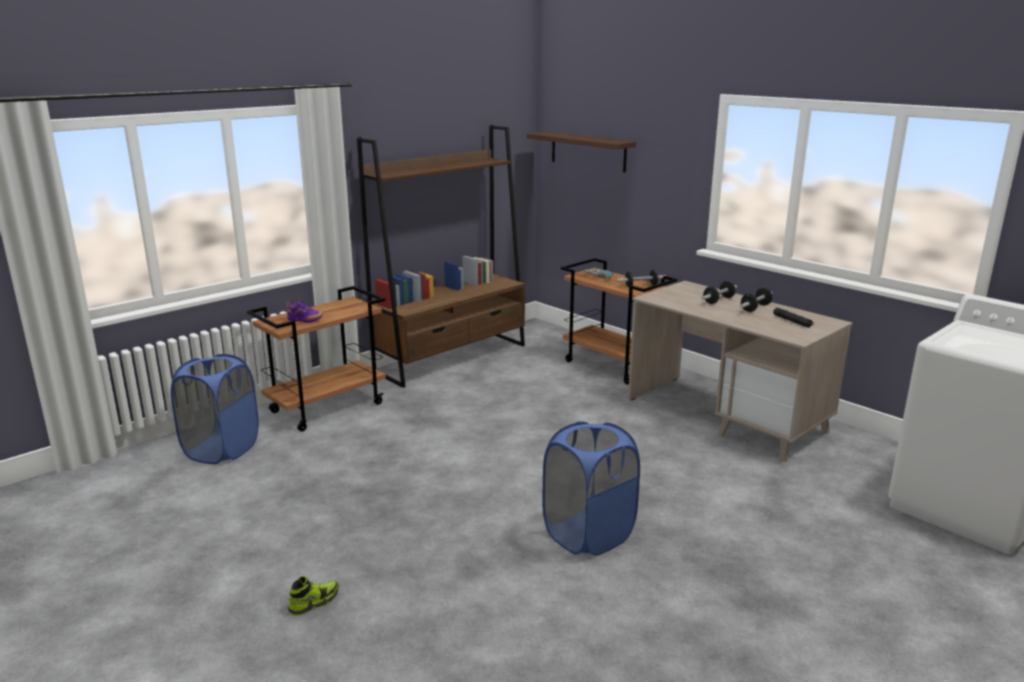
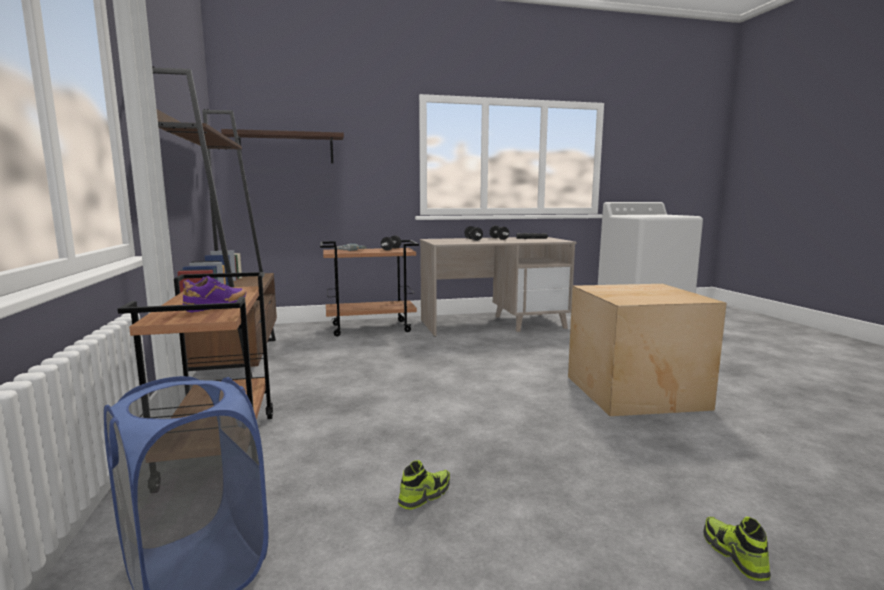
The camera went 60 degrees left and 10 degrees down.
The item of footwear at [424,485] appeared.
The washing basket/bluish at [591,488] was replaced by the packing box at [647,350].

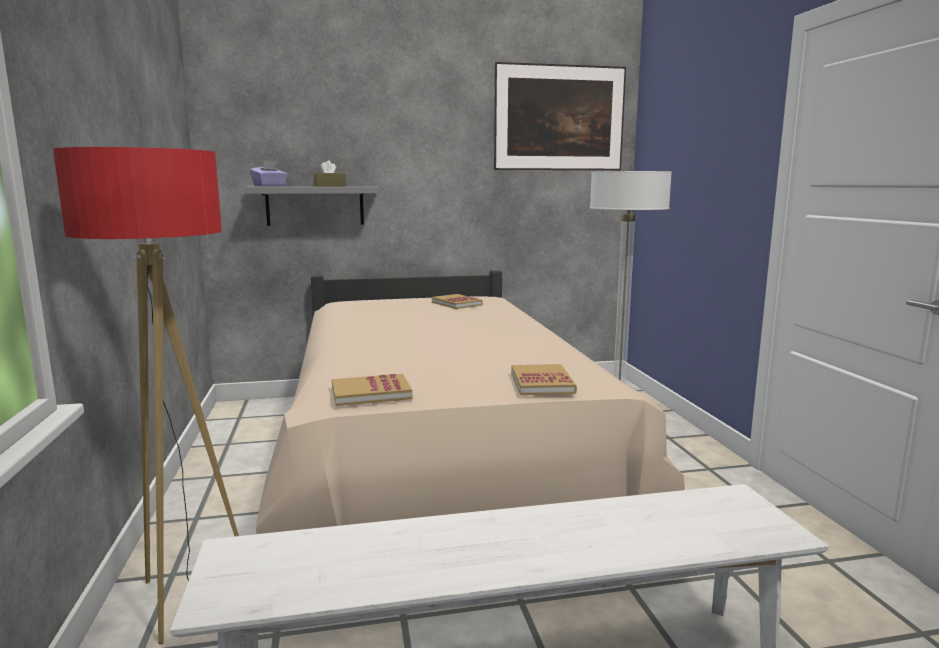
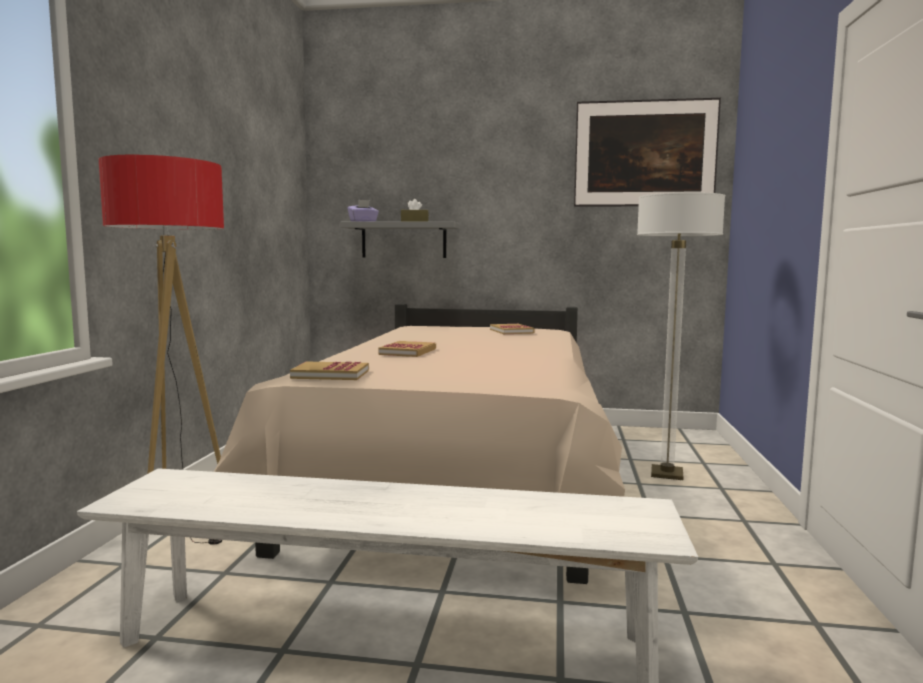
The camera went 20 degrees right and 5 degrees down.
The volume moved from [544,379] to [407,349].

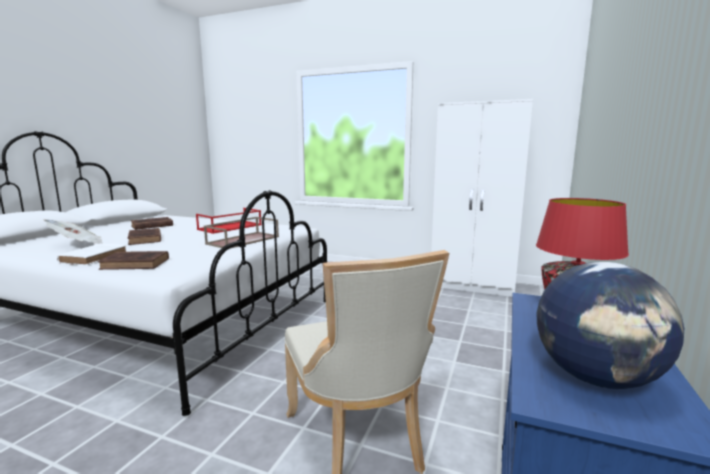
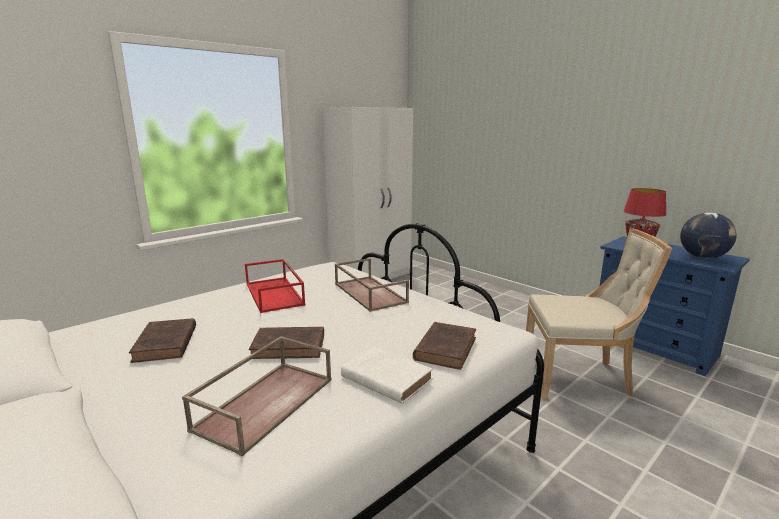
The camera went 65 degrees left and 5 degrees up.
The printed paper at [73,231] was replaced by the tray/brownish at [257,396].

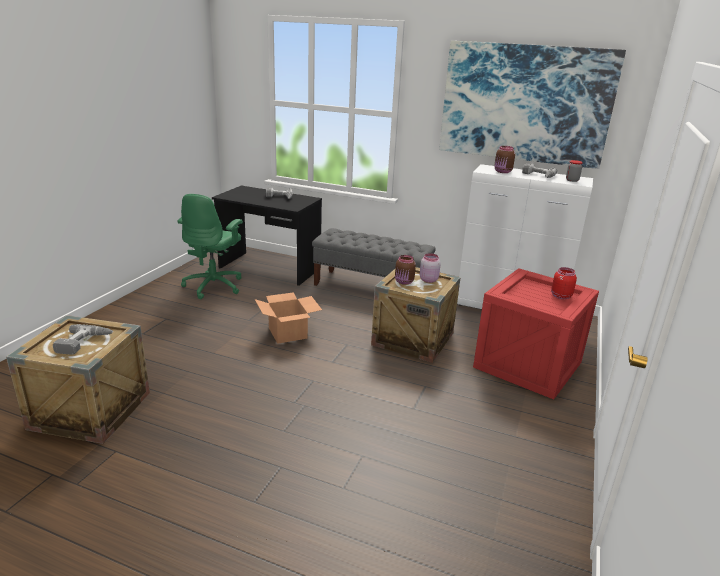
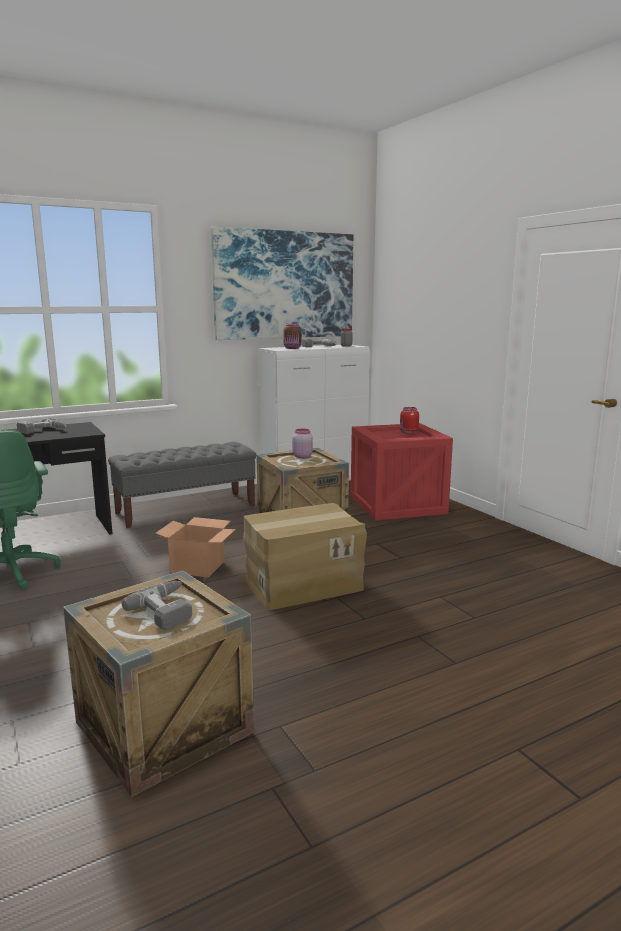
The camera went 50 degrees left and 10 degrees down.
The jar/brownish at [405,270] disappeared.
The packing box at [305,556] appeared.

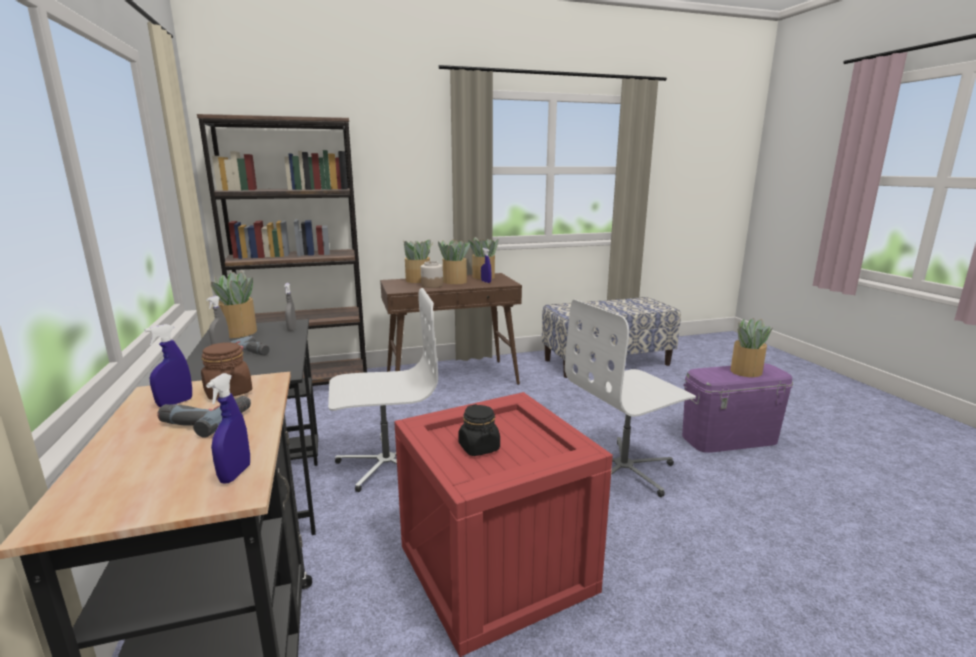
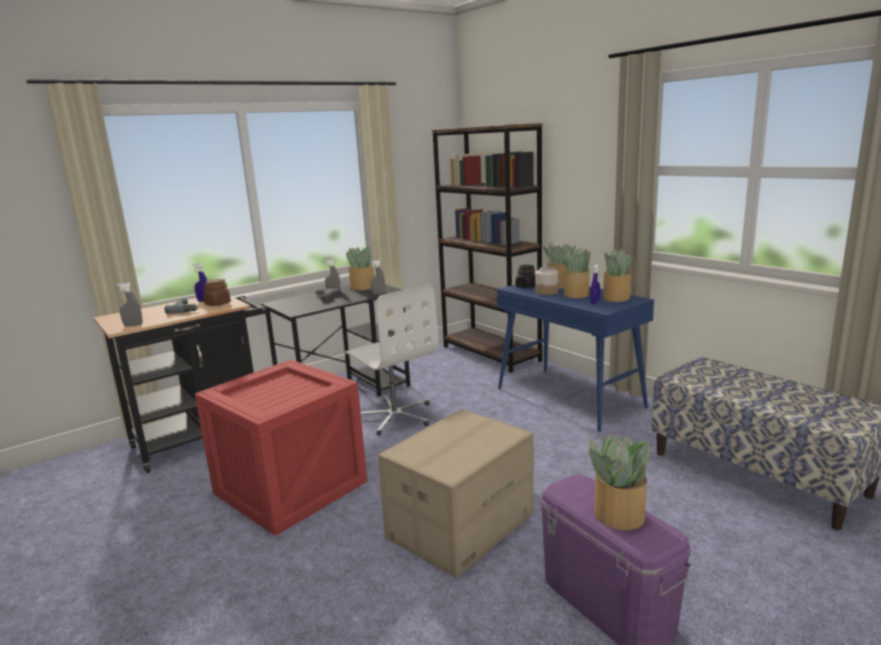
The camera went 70 degrees right and 0 degrees up.
The jar/blackish moved from [479,430] to [525,276].
The office chair/white-coloured at [630,398] was replaced by the packing box at [456,493].
The hand sprayer/bluish at [228,428] became the hand sprayer/greyish at [129,304].
The narrow table/brownish at [451,329] became the narrow table/bluish at [575,358].

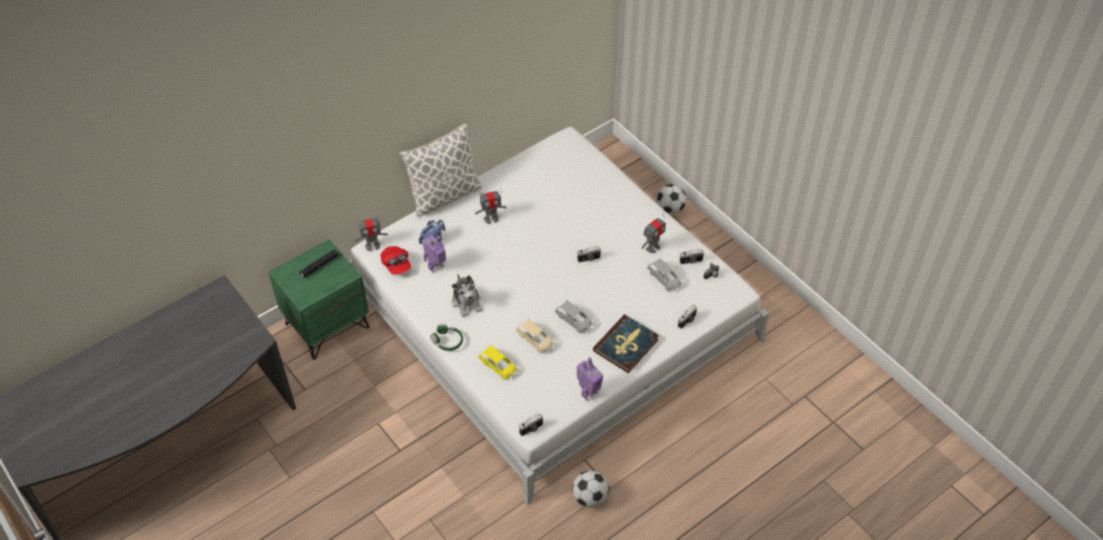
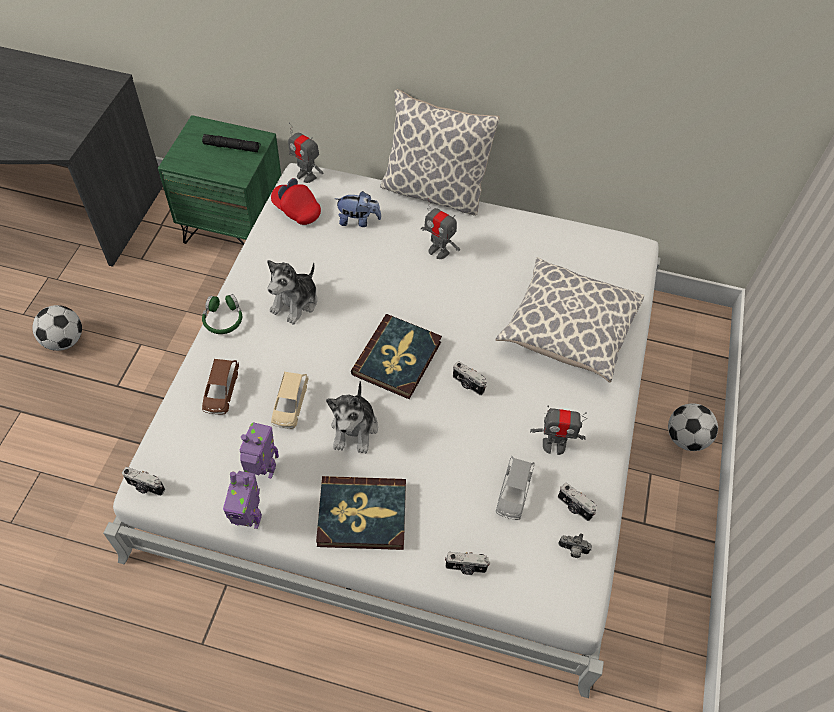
The camera went 50 degrees right and 5 degrees up.
The volume at [396,356] appeared.
The pillow at [570,320] appeared.
The model robot moved from [434,254] to [259,450].
The football moved from [590,489] to [57,328].
The model car/greyish at [573,316] was replaced by the cuddly toy at [352,417].
The model car/yellowish at [497,362] became the model car/brownish at [220,386].
The peaked cap/red-coloured at [396,260] turned 105 degrees clockwise.

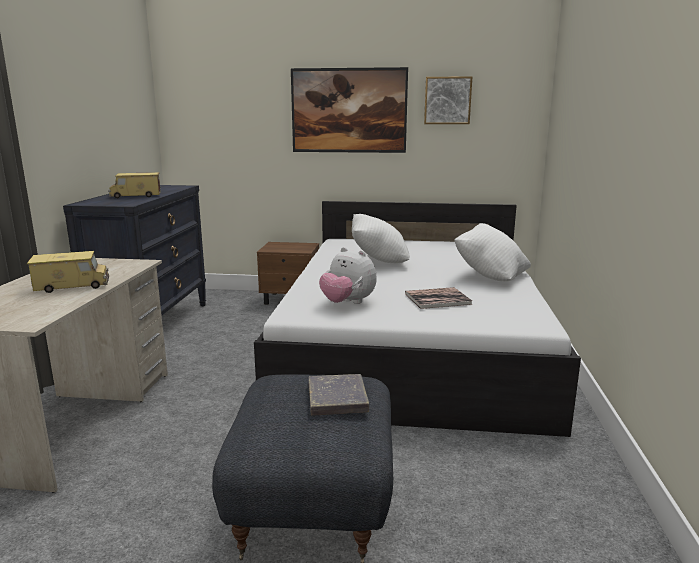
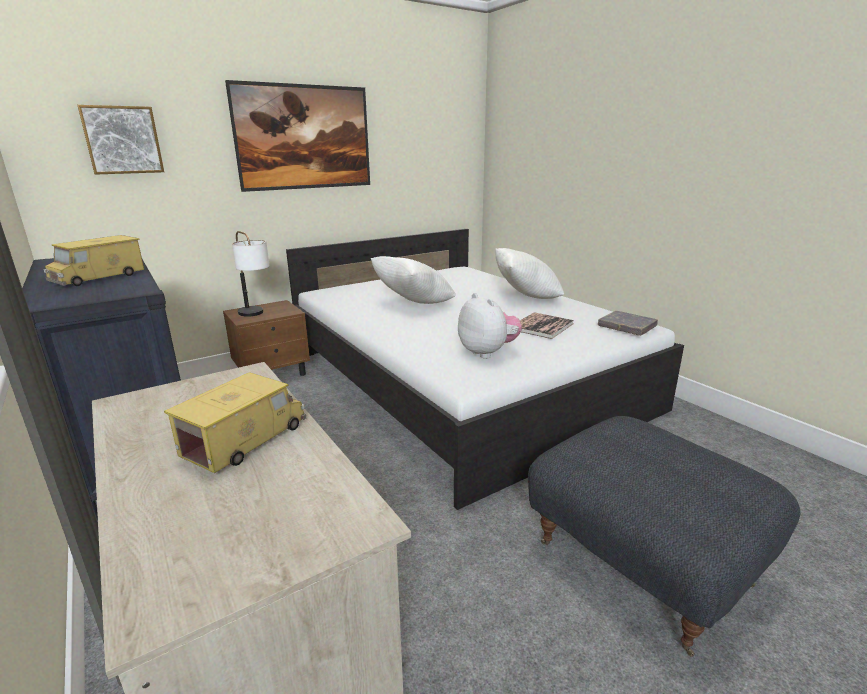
The camera went 40 degrees left and 5 degrees up.
The lamp for a table at [251,274] appeared.
The volume/greyish moved from [338,394] to [628,323].
The wall art moved from [448,100] to [120,140].
The cuddly toy at [347,275] turned 120 degrees counterclockwise.

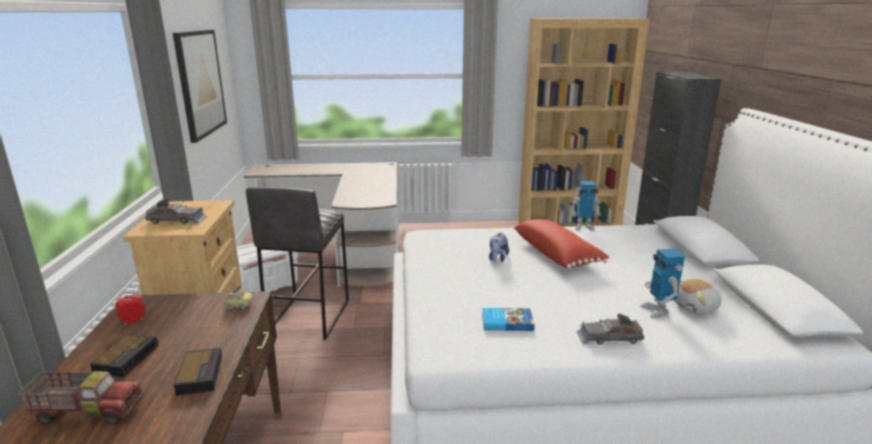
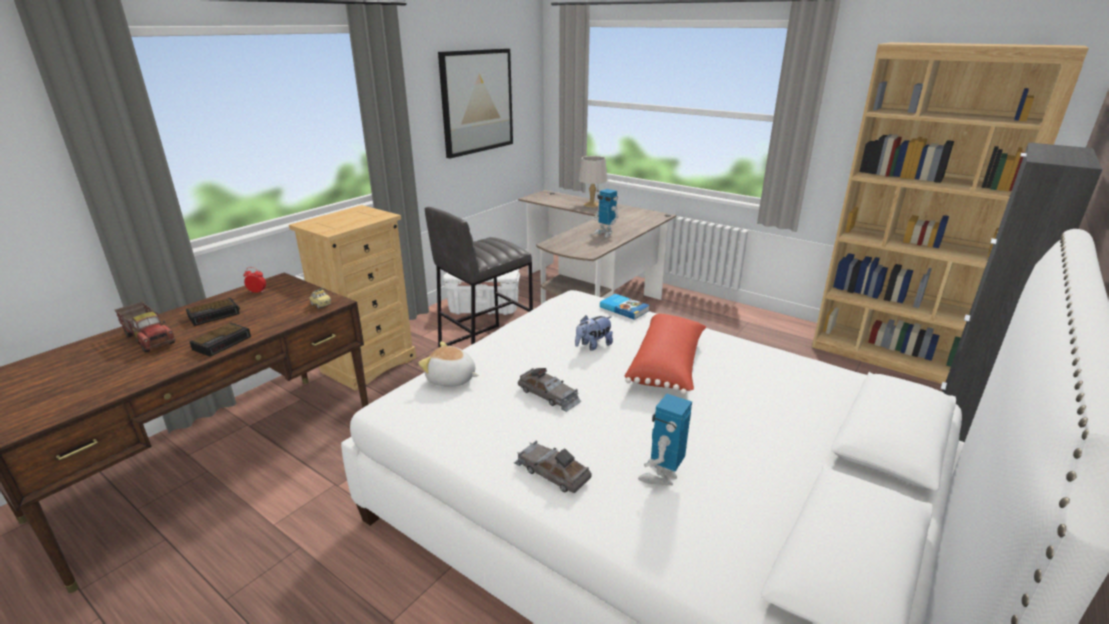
The camera went 40 degrees right and 5 degrees up.
The lamp for a table/greyish at [593,181] appeared.
The model car/greyish moved from [176,211] to [550,390].
The volume moved from [508,319] to [625,307].
The model robot moved from [586,206] to [606,213].
The cuddly toy moved from [698,296] to [448,364].

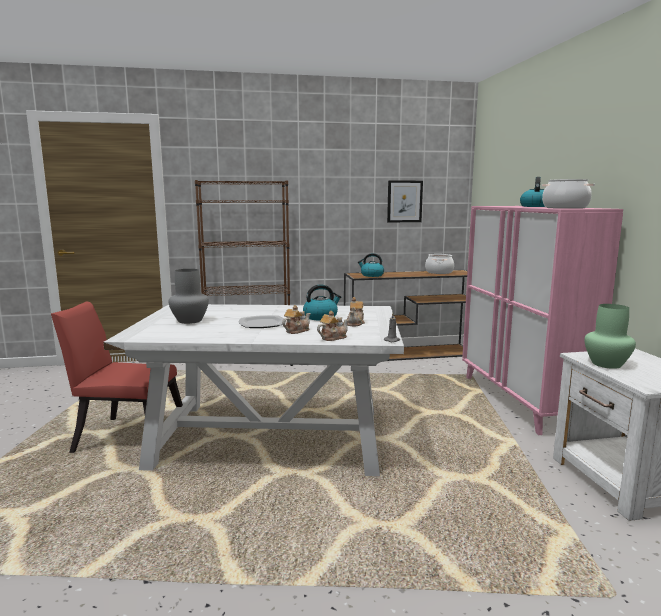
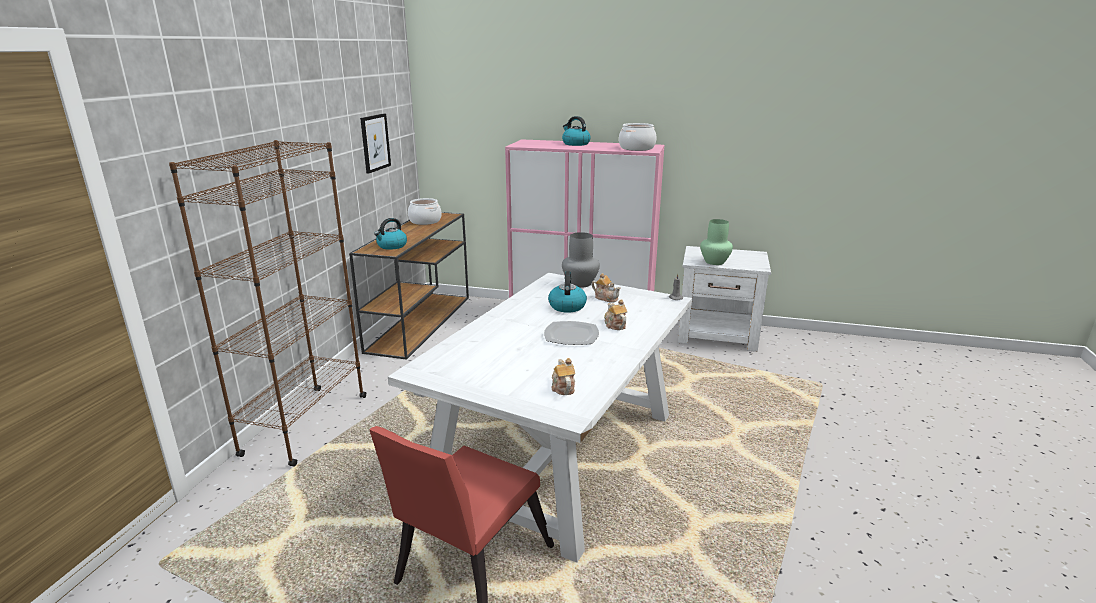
The camera went 65 degrees left and 10 degrees up.
The vase/greyish moved from [188,296] to [581,260].
The tea pot moved from [333,326] to [563,376].

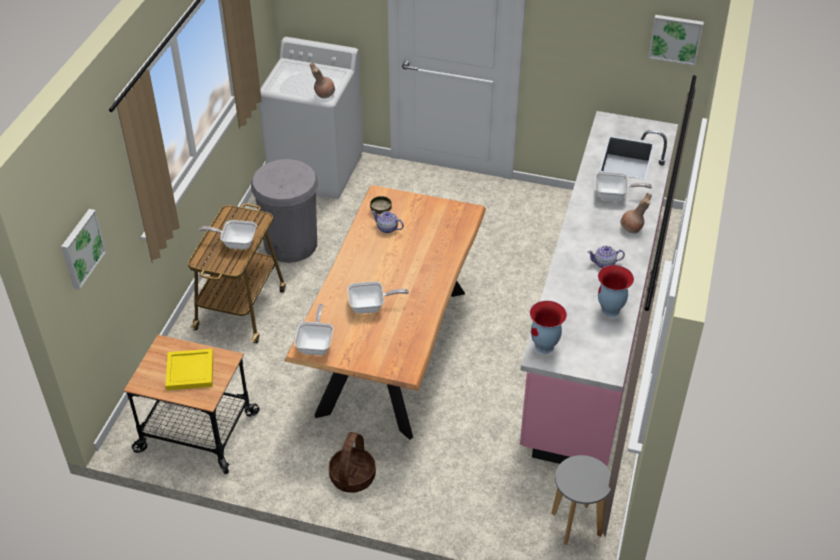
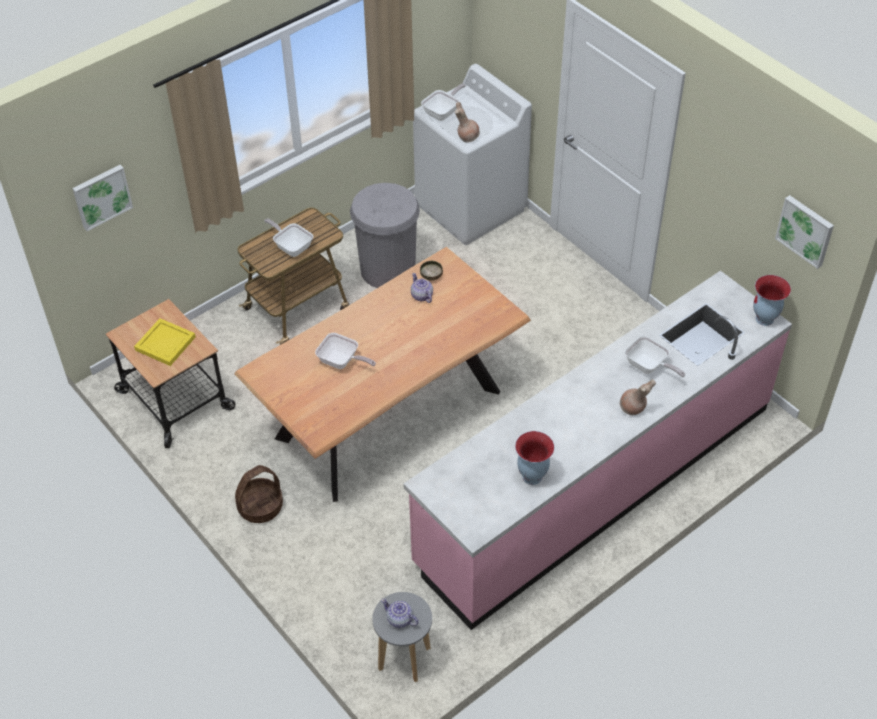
The camera went 35 degrees right and 5 degrees up.
The frying pan moved from [313,329] to [443,102].
The vase moved from [548,327] to [772,300].
The tea pot moved from [606,257] to [400,613].

